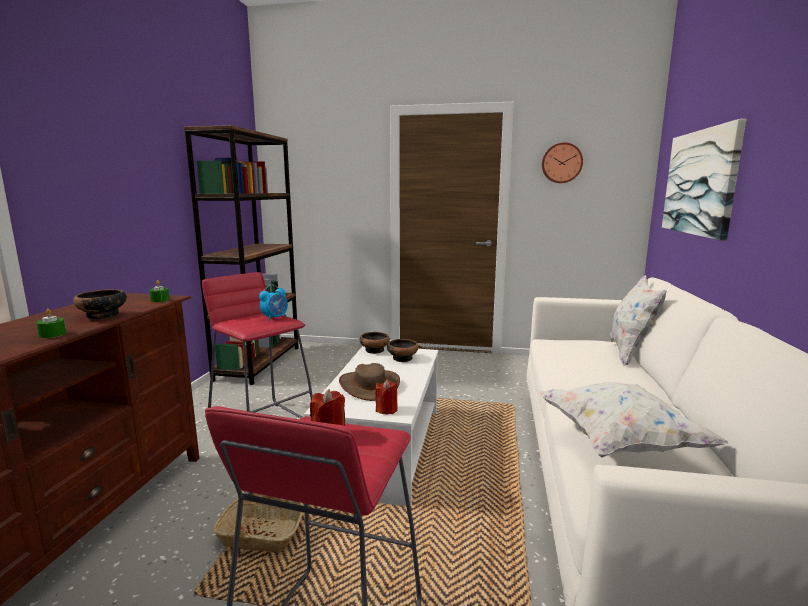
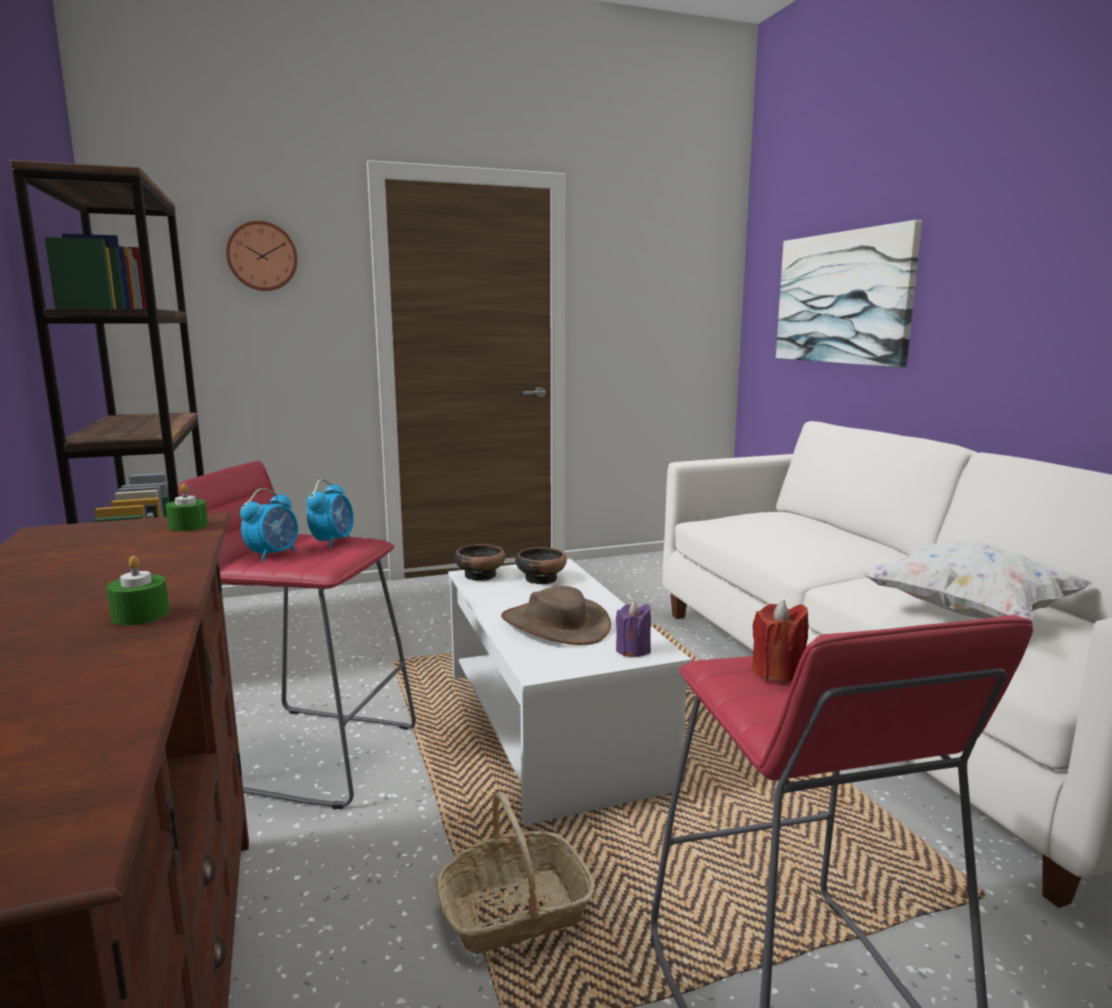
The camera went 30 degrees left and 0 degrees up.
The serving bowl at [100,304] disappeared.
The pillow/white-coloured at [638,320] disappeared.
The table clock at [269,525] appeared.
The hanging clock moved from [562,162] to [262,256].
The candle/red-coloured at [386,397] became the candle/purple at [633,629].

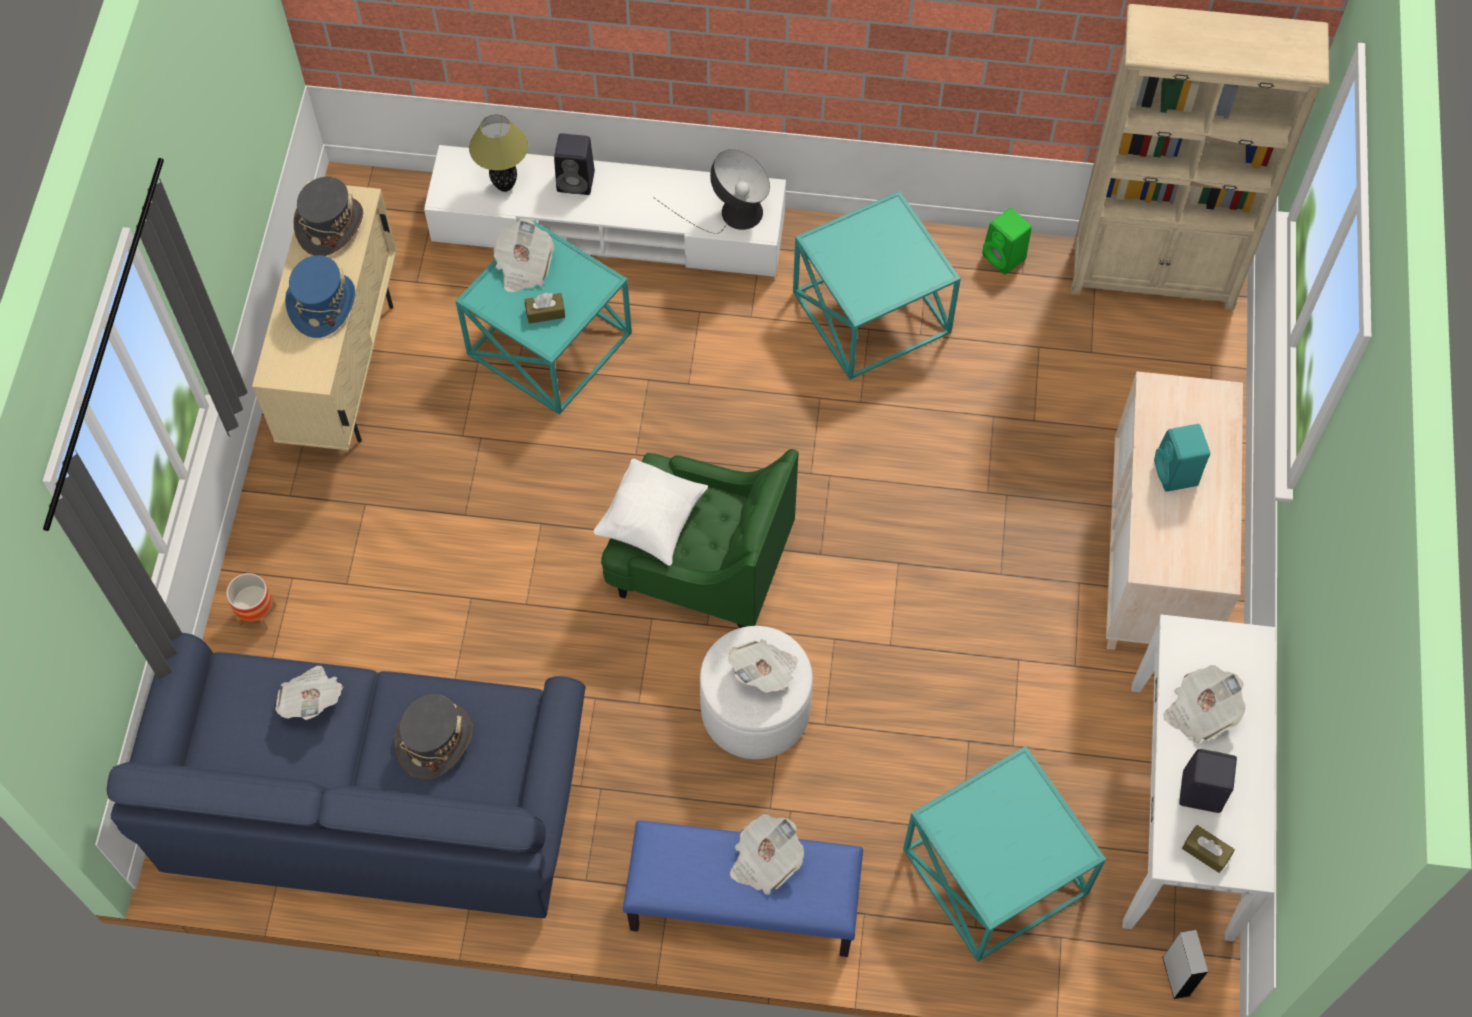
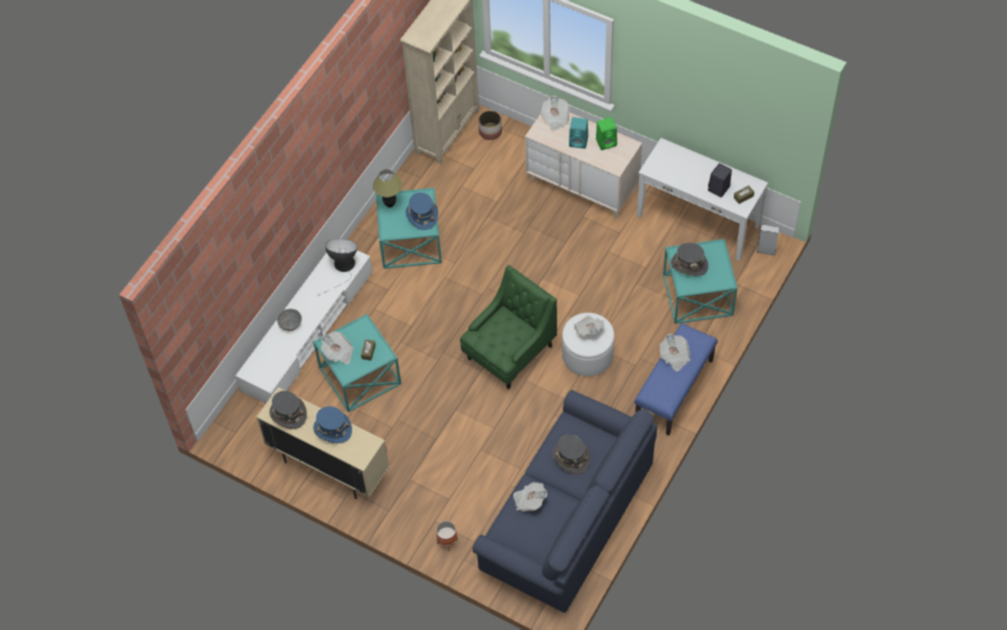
The camera went 65 degrees left and 5 degrees down.
The pillow/white-coloured at [650,512] disappeared.
The clothing hat/bluish at [422,211] appeared.
The plant pot at [490,125] appeared.
The clothing hat/greyish at [689,259] appeared.
The lamp for a table moved from [498,153] to [387,188].
The loudspeaker/green moved from [1007,241] to [606,133].
The printed paper moved from [1204,704] to [555,113].
The loudspeaker/blackish at [574,164] was replaced by the serving bowl/greyish at [289,320].

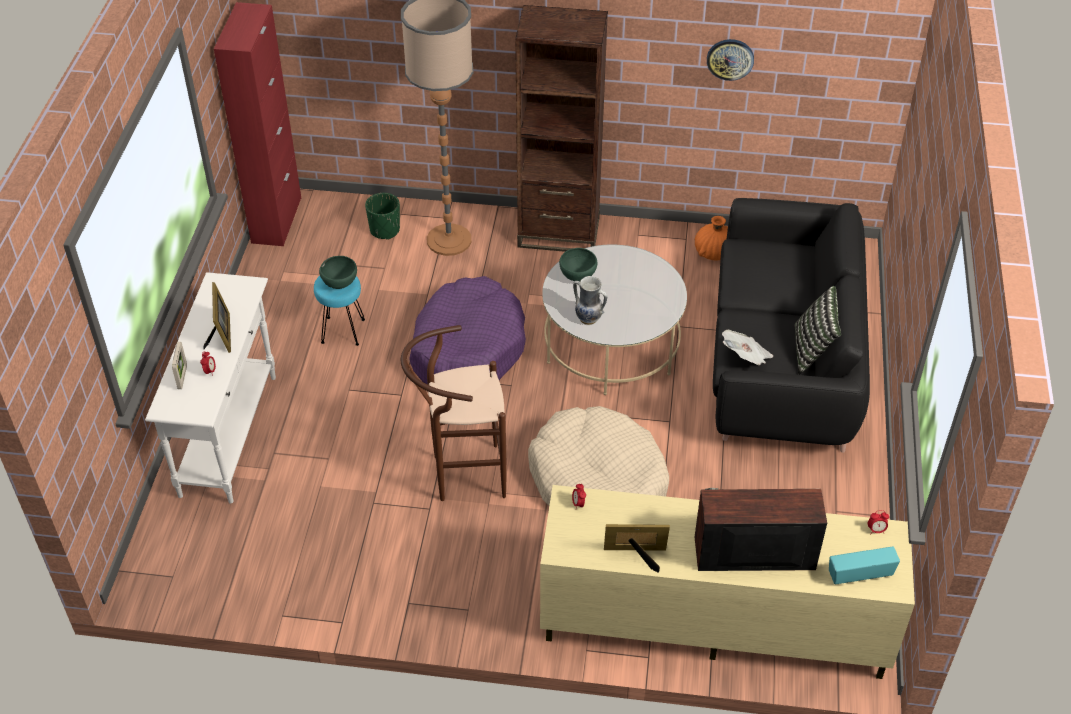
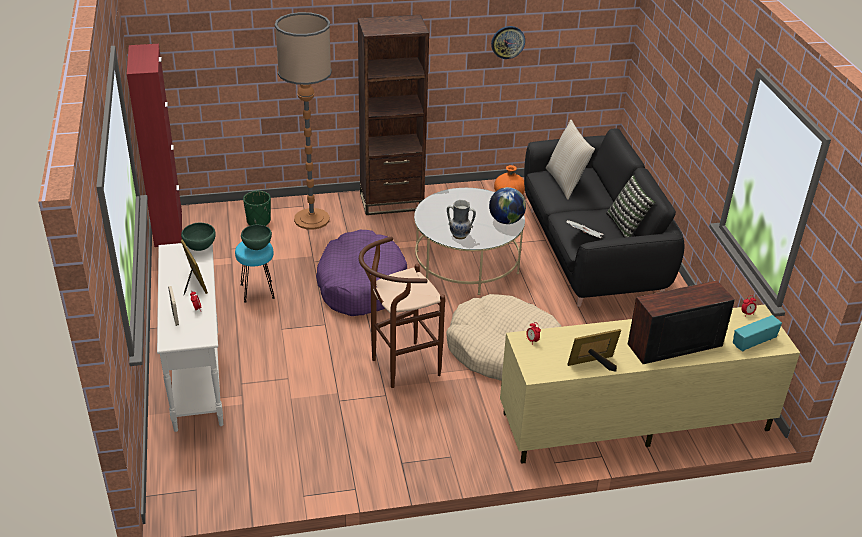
The camera went 20 degrees left and 10 degrees down.
The world globe at [507,205] appeared.
The pillow/sand-coloured at [570,160] appeared.
The serving bowl/green moved from [578,264] to [198,237].

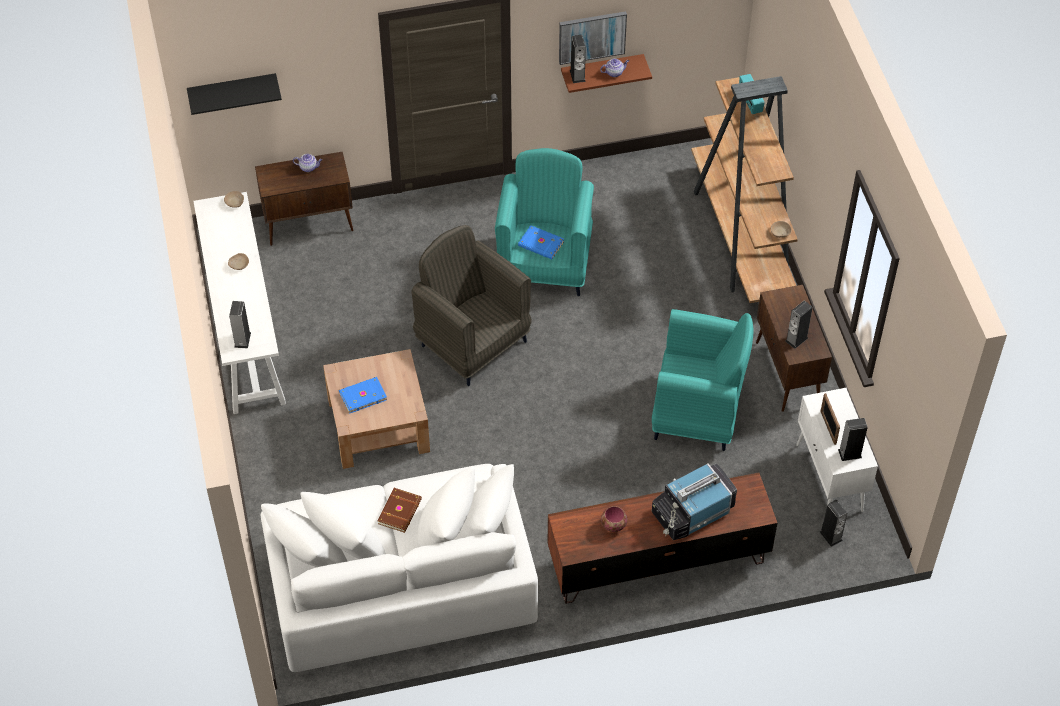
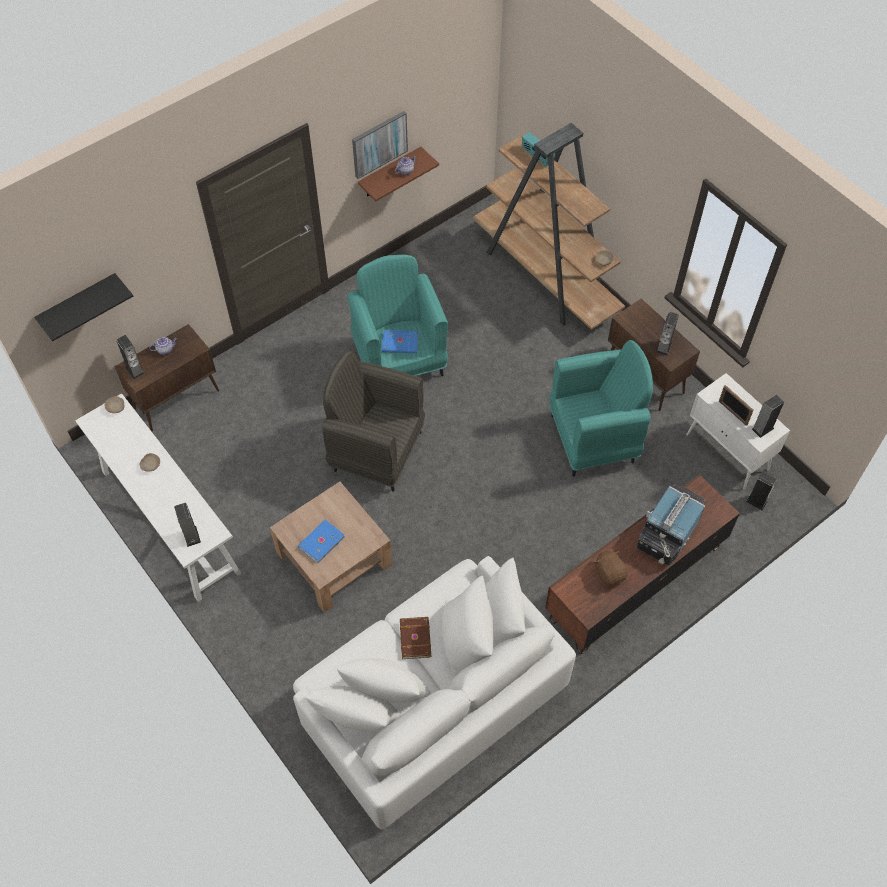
The camera went 25 degrees left and 5 degrees up.
The loudspeaker moved from [578,59] to [130,357].
The serving bowl at [614,519] was replaced by the cuddly toy/brownish at [611,568].

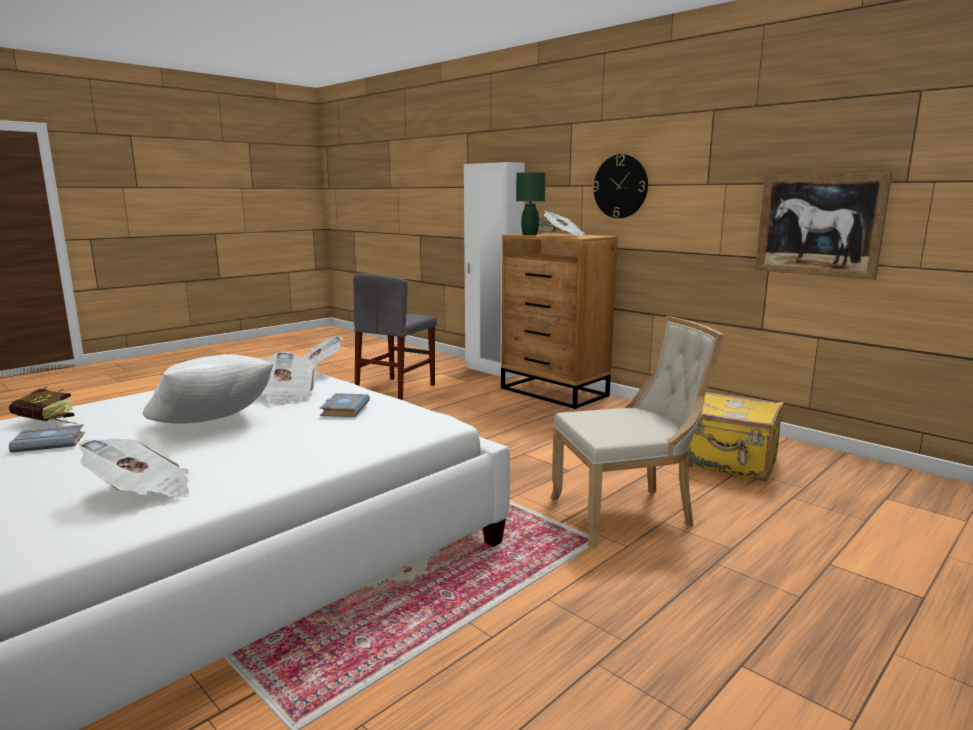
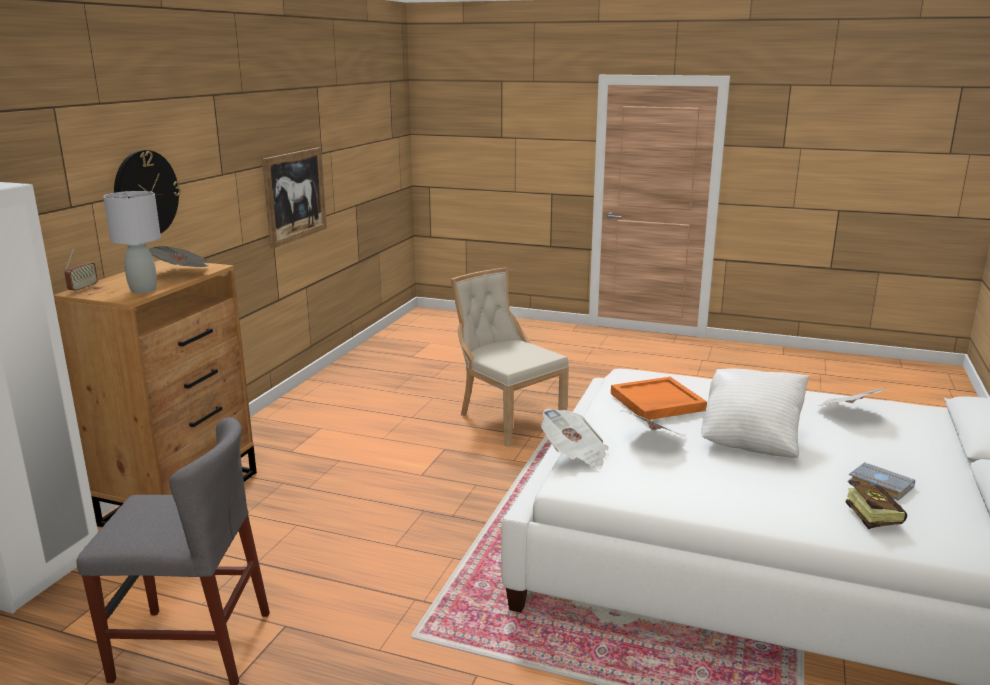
The camera went 115 degrees left and 5 degrees up.
The suitcase/yellowish at [736,437] disappeared.
The volume/greyish at [345,405] was replaced by the tray/orangey at [659,399].
The lamp for a table/green at [531,203] became the lamp for a table/greyish at [132,242].

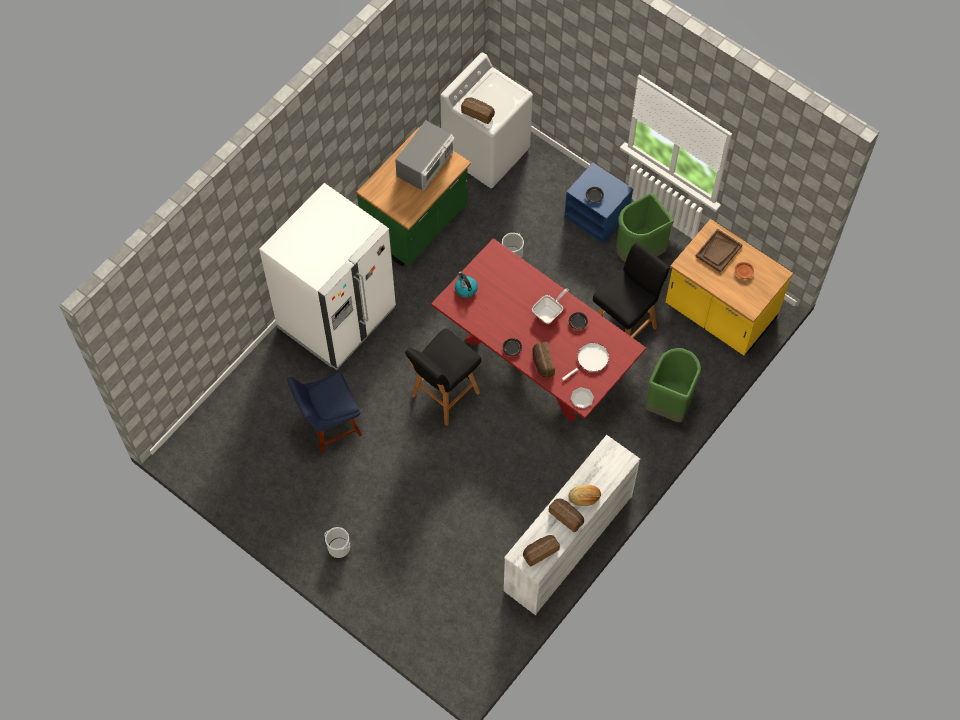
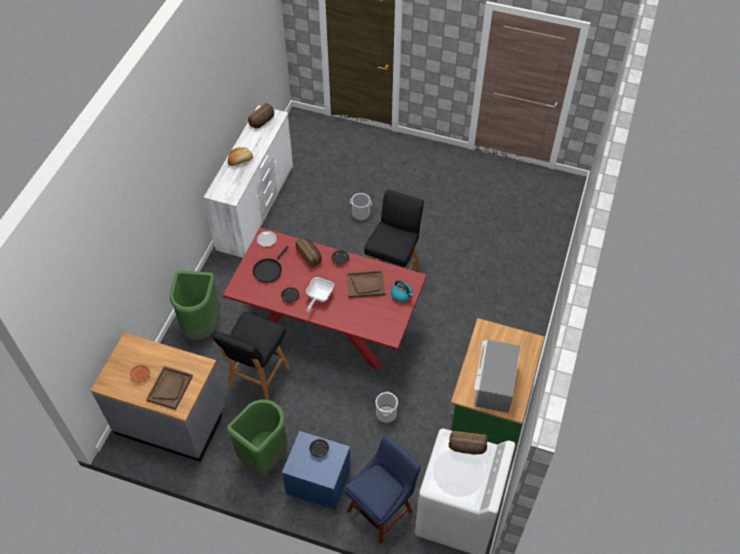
The camera went 160 degrees right and 10 degrees down.
The refrigerator/white-coloured at [327,276] disappeared.
The bread at [566,515] disappeared.
The tray/brownish at [366,284] appeared.
The plain chair/bluish moved from [324,412] to [382,489].
The pail moved from [337,542] to [361,206].
The frying pan/white-coloured at [585,362] became the frying pan/blackish at [271,264].
The counter/yellowish at [729,287] became the counter/greyish at [157,397].

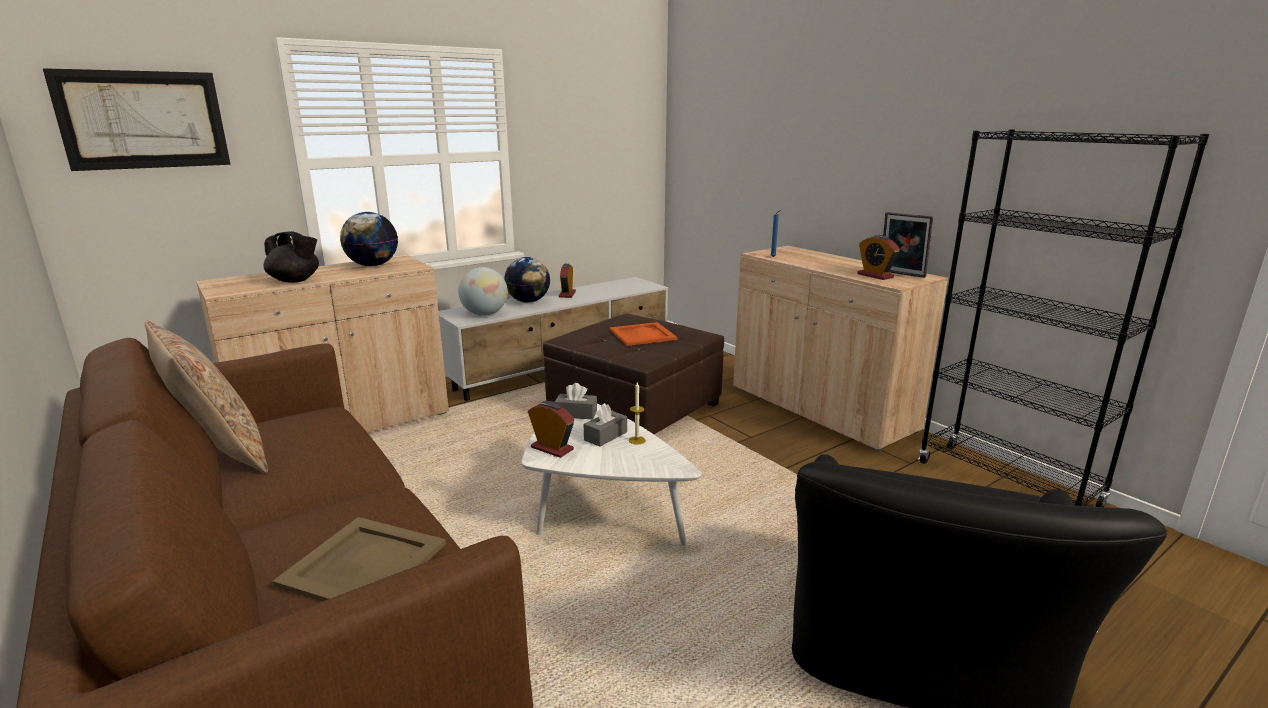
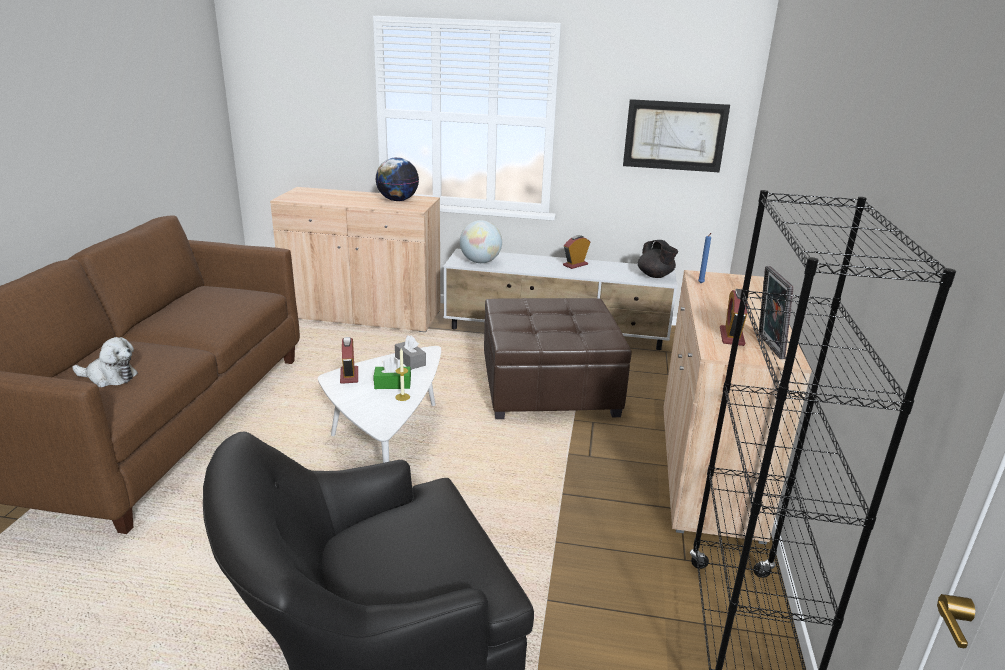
The camera went 45 degrees right and 5 degrees up.
The pillow/sand-coloured at [206,397] disappeared.
The world globe at [527,279] disappeared.
The tray/orangey at [644,334] disappeared.
The wall art moved from [137,119] to [676,135].
The tea pot/blackish moved from [291,257] to [657,259].
The tray/sand-coloured at [359,559] was replaced by the cuddly toy at [105,362].
The box of tissues/greyish at [605,425] became the box of tissues/green at [392,373].

